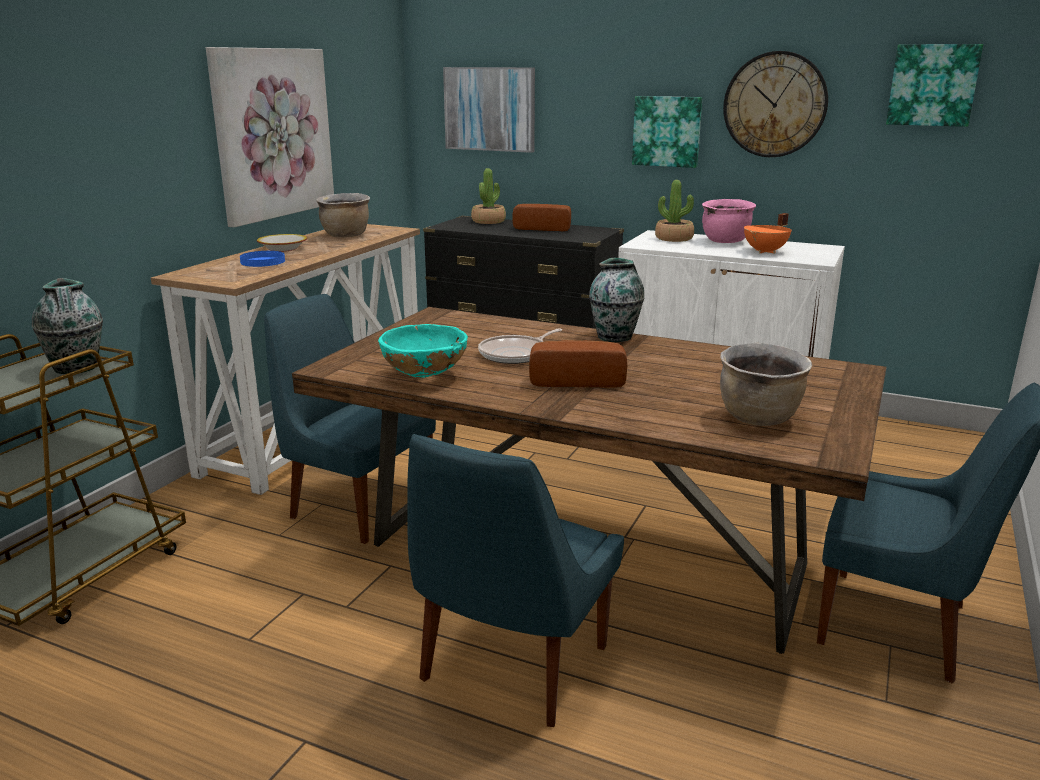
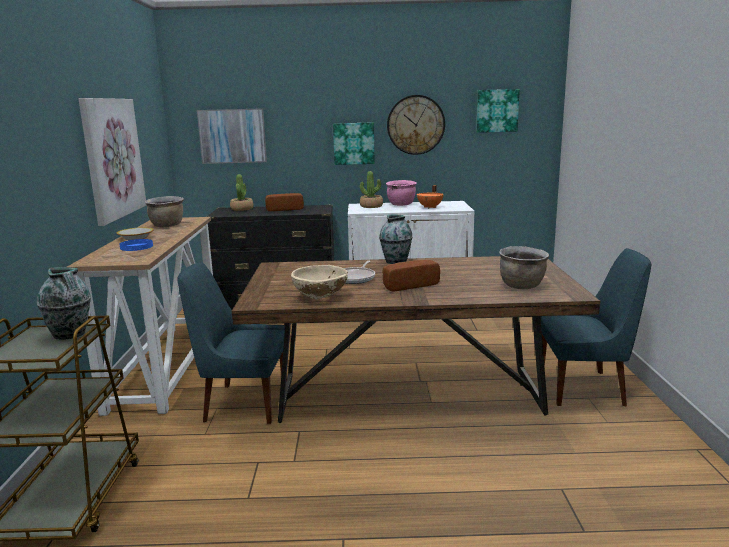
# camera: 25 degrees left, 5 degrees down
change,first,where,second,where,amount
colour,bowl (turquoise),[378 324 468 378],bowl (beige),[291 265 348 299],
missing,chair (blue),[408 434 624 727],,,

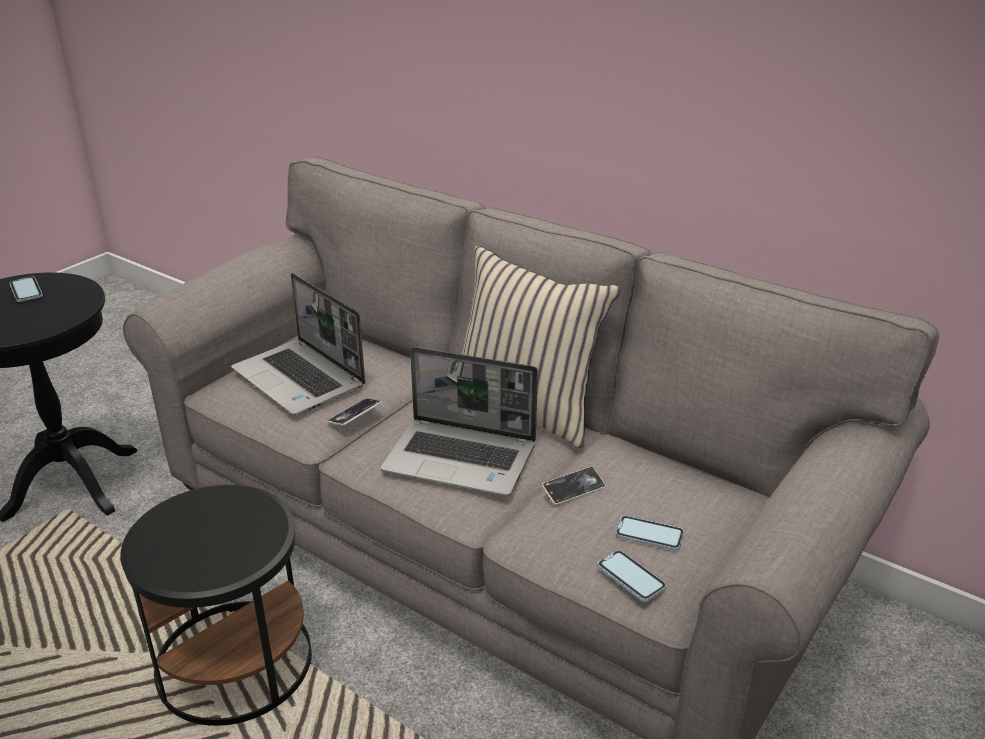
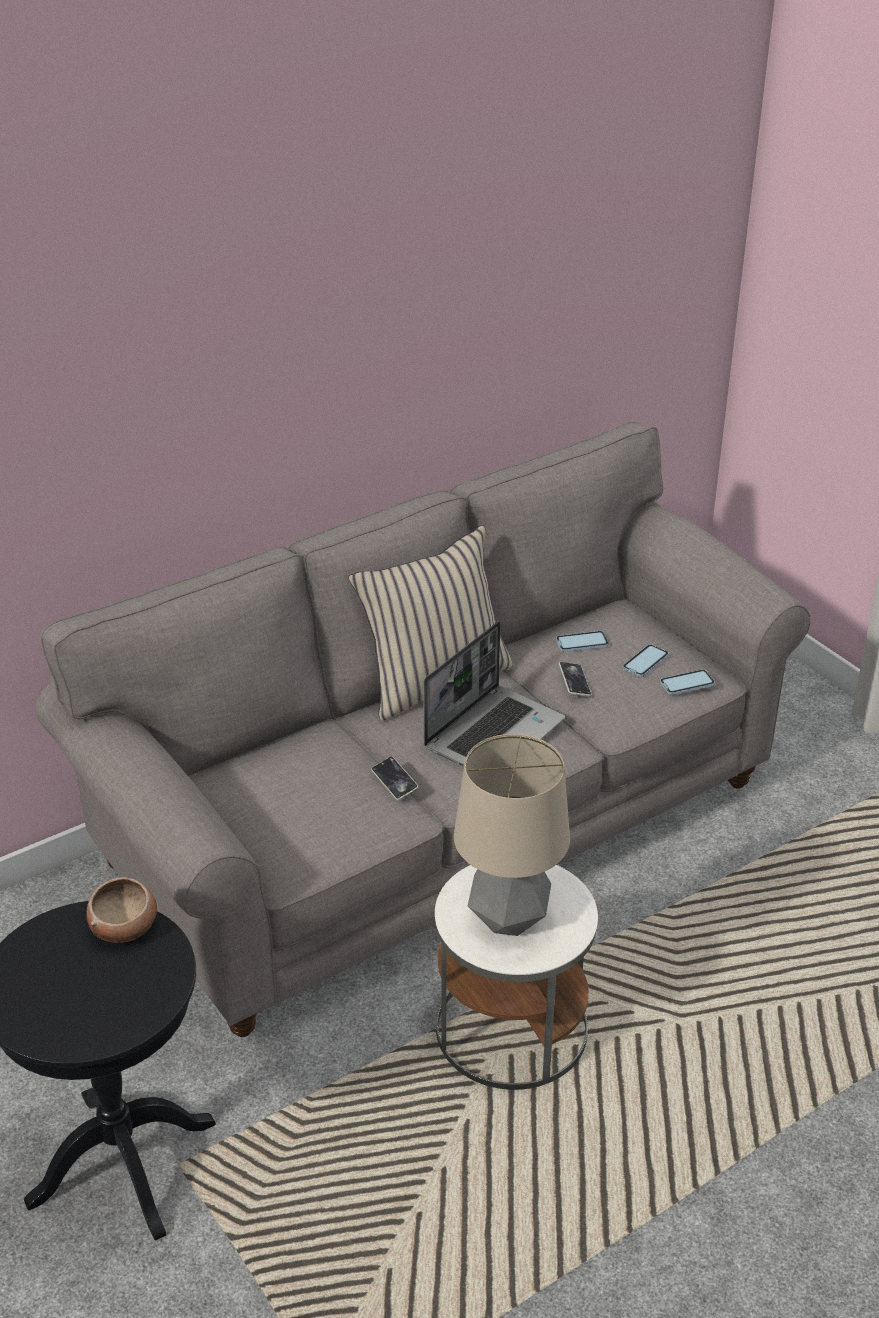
# camera: 70 degrees left, 5 degrees up
change,first,where,second,where,amount
missing,laptop,[231 273 365 415],,,
relocated,phone,[9 277 43 302],,[556 631 609 652],
colour,side table (black),[120 485 312 726],side table (white),[435 865 598 1090],
appeared,,,table lamp,[454 734 570 936],
appeared,,,bowl,[86 877 157 943],

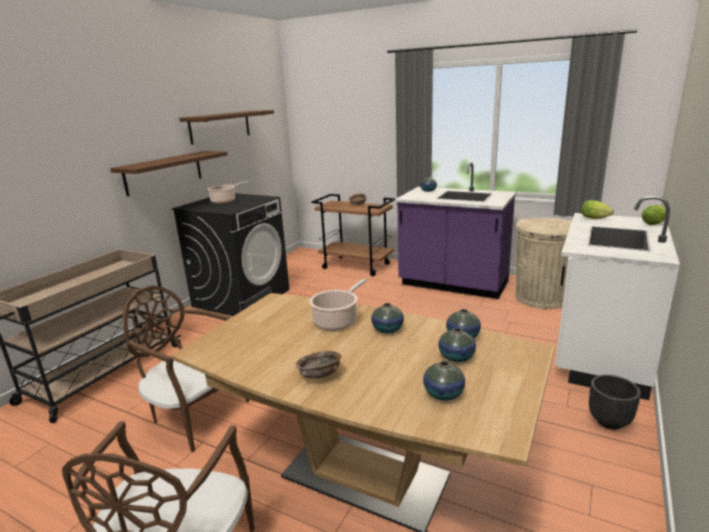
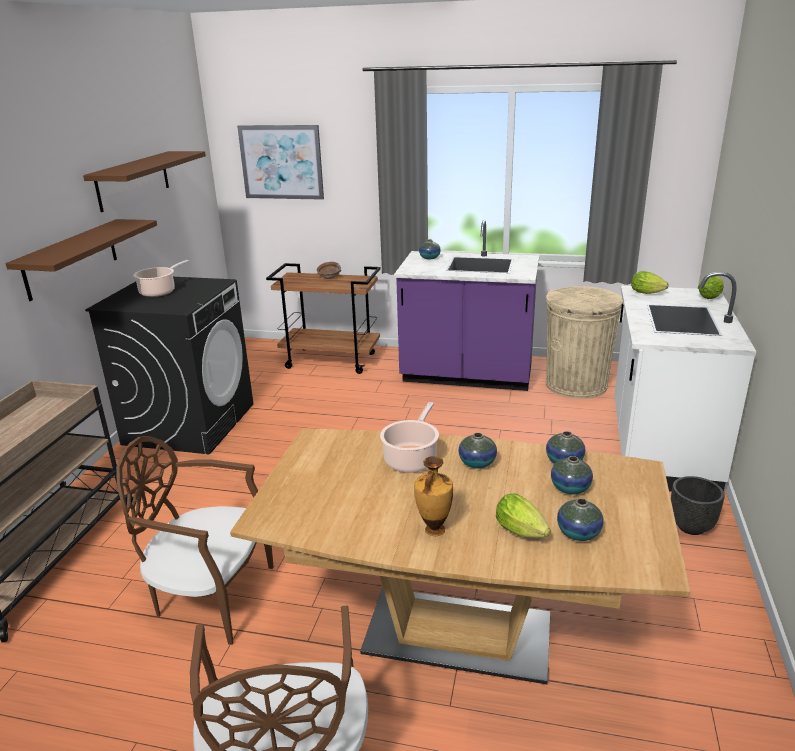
# camera: 15 degrees left, 5 degrees up
change,first,where,second,where,amount
exchanged,bowl (brown),[295 351 342 378],vase,[414 456 453 536],
appeared,,,picture,[237 125 324 200],
appeared,,,lettuce,[496 493 550 538],

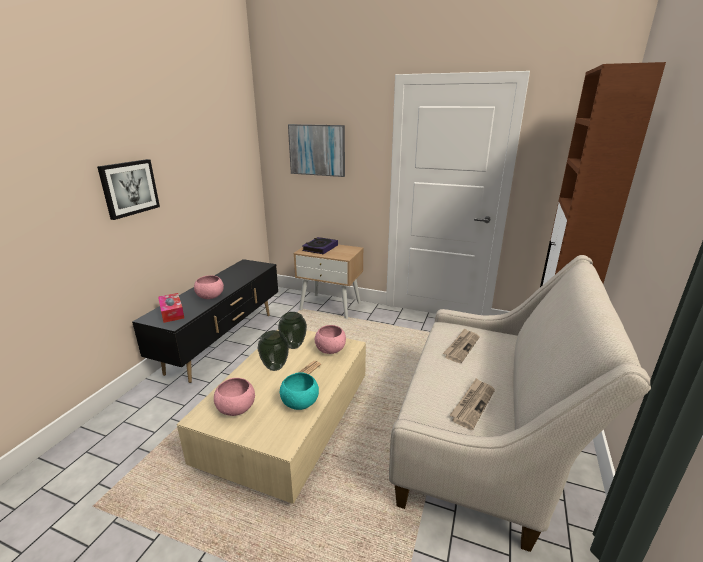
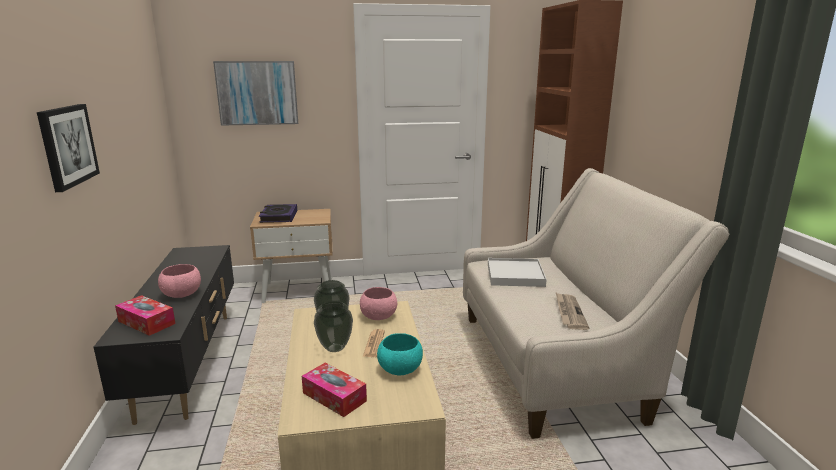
# camera: 30 degrees left, 5 degrees down
change,first,where,second,where,amount
exchanged,newspaper,[443 328 479 363],tray (white),[488 258 547 287],
exchanged,bowl (pink),[214 378 255 416],tissue box,[302 363 367 417],

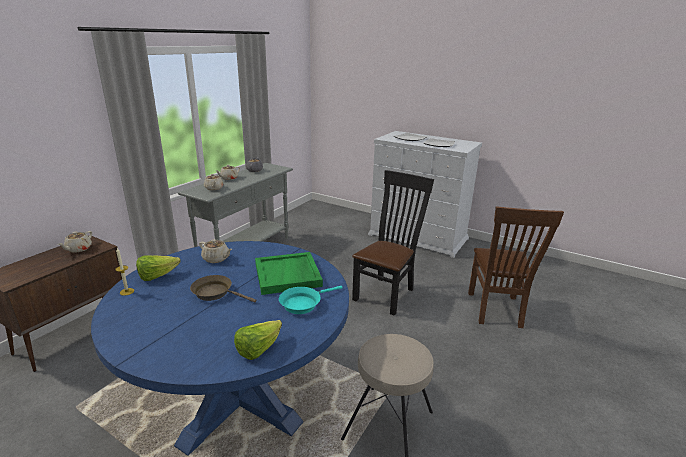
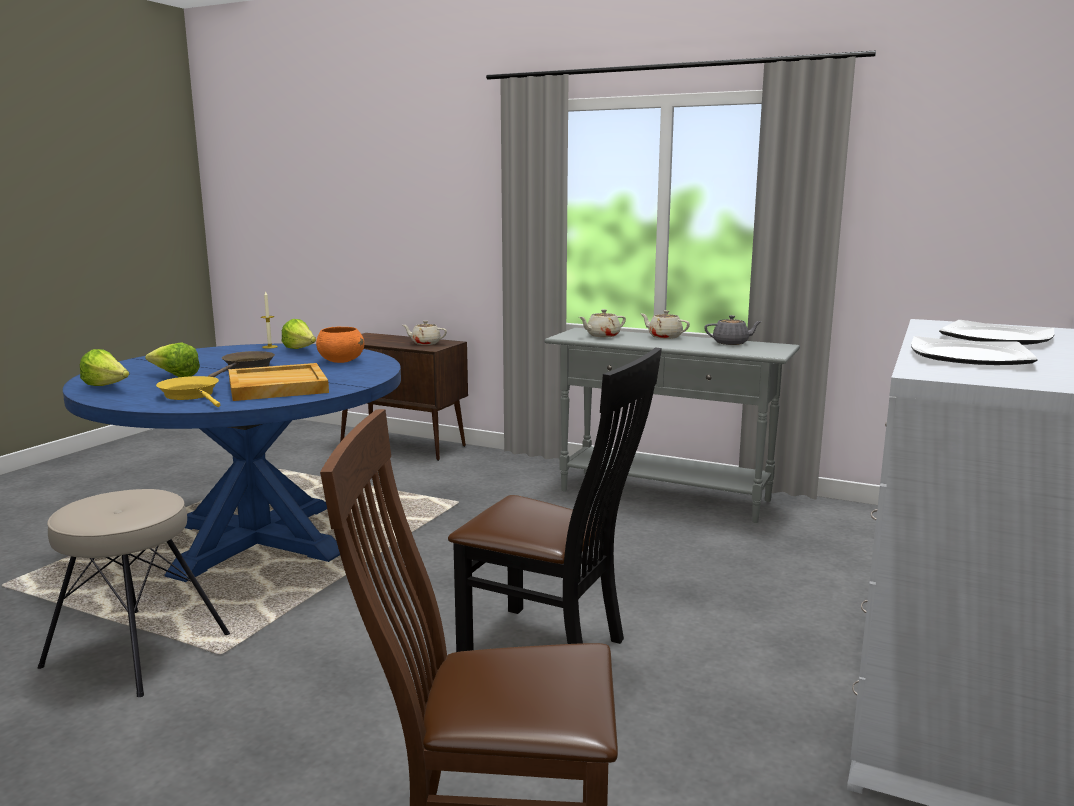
# camera: 85 degrees right, 10 degrees down
change,first,where,second,where,amount
exchanged,teapot (beige),[199 239 232 263],bowl (orange),[316 327 364 363],
colour,tray (green),[255 252 323 295],tray (beige),[228 363 329 401],
colour,frying pan (turquoise),[279 286 343 314],frying pan (yellow),[156 376 220 407],
appeared,,,lettuce,[145 342 200 377],

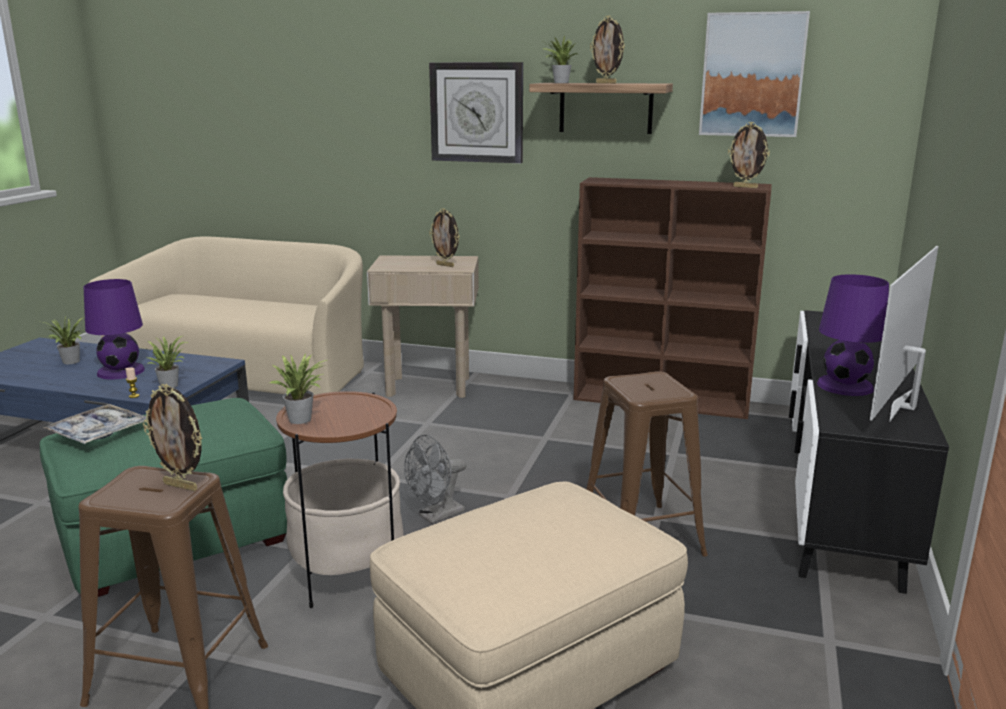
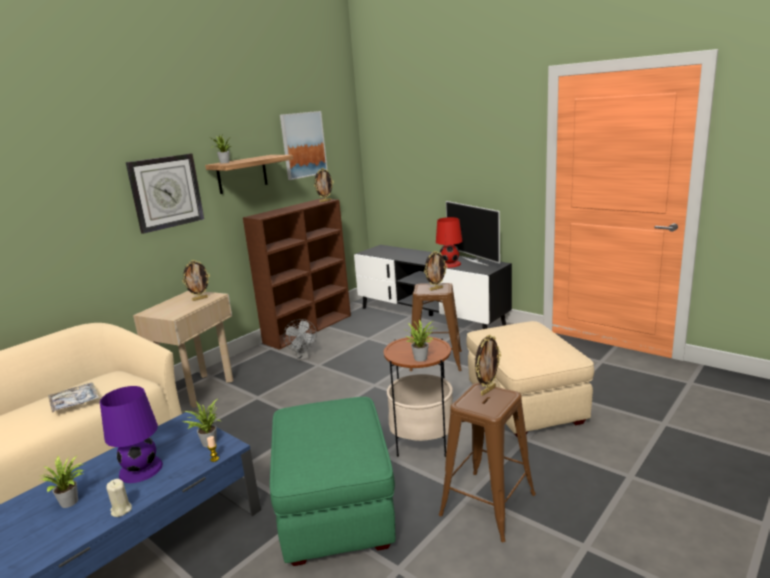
# camera: 65 degrees left, 0 degrees up
change,first,where,second,where,amount
relocated,picture frame,[590 15 625 84],,[424 251 447 291],
colour,table lamp (purple),[817 274 889 396],table lamp (red),[436 217 462 268],
relocated,tray,[43 404 146 444],,[48 383 99 413],
relocated,fan (grey),[404 435 466 524],,[283 319 317 361],
appeared,,,candle (beige),[106 479 132 517],

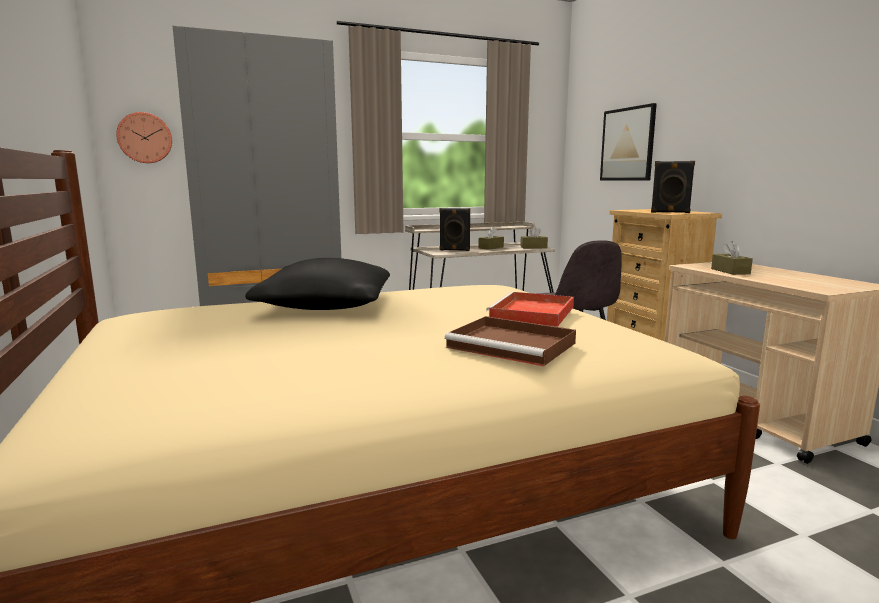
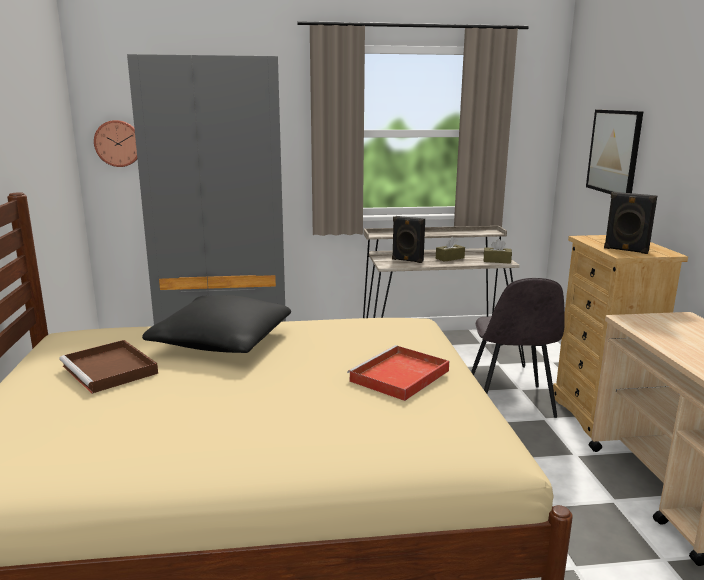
# camera: 15 degrees right, 5 degrees up
change,first,where,second,where,amount
missing,tissue box (brown),[711 241 753 275],,,
relocated,tray (brown),[445 316 576 367],,[60 340 158 394],

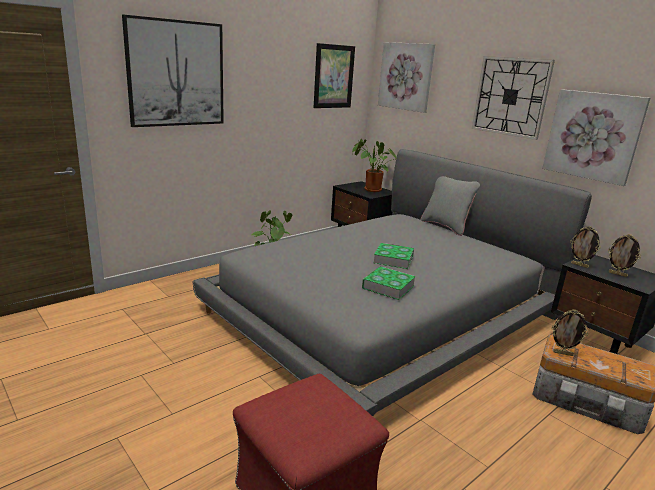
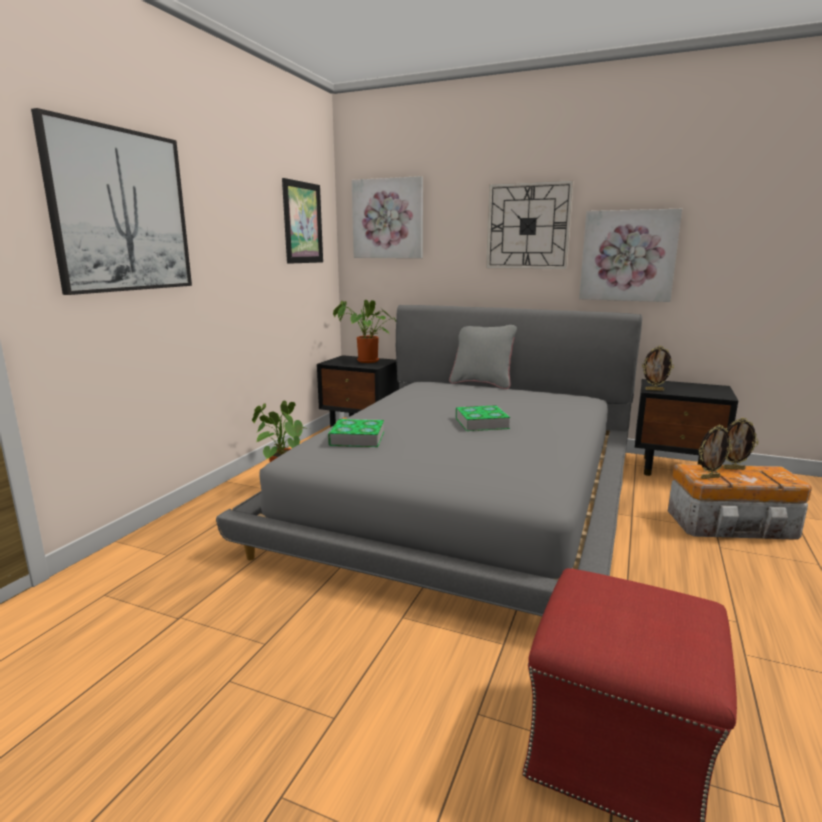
# camera: 25 degrees left, 5 degrees down
change,first,where,second,where,amount
relocated,picture frame,[608 234 641 277],,[723 418 758 470],
relocated,book,[362 266 416 300],,[328 419 384 447],

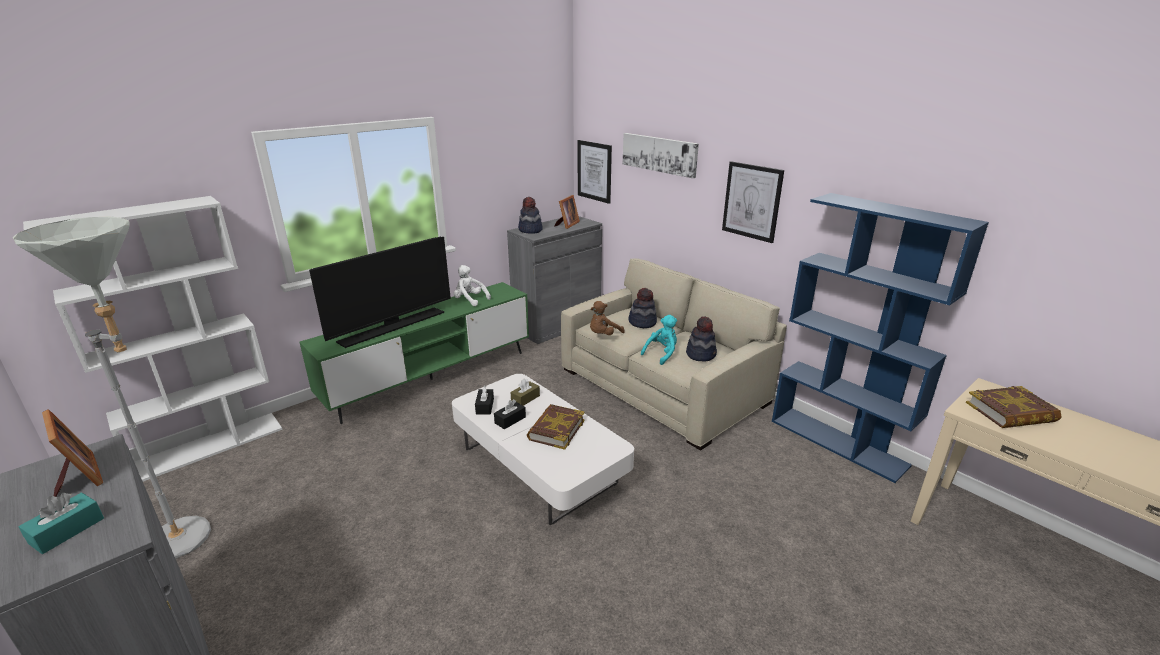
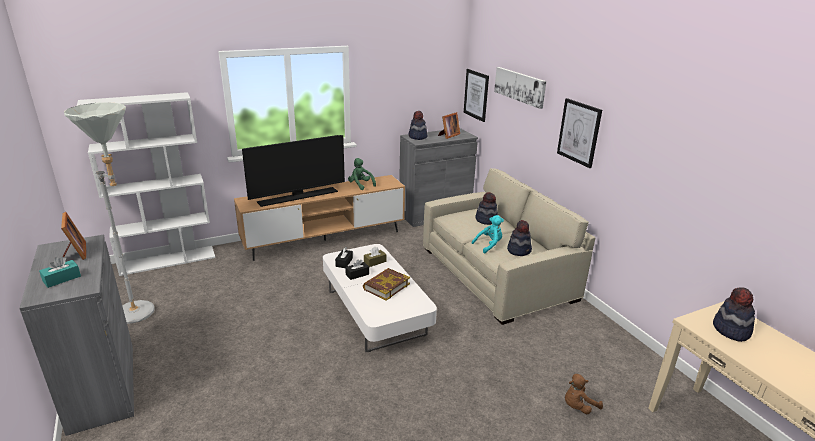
# camera: 15 degrees right, 0 degrees up
change,first,where,second,where,amount
missing,bookcase (blue),[772 193 989 483],,,
colour,plush toy (white),[453 265 491 306],plush toy (green),[348 158 376 190],
colour,tv stand (green),[300 282 529 424],tv stand (brown),[234 175 405 261],
relocated,plush toy (brown),[590 301 624 335],,[565 374 603 414],
exchanged,book,[966 386 1061 428],hat,[713 287 755 342],

